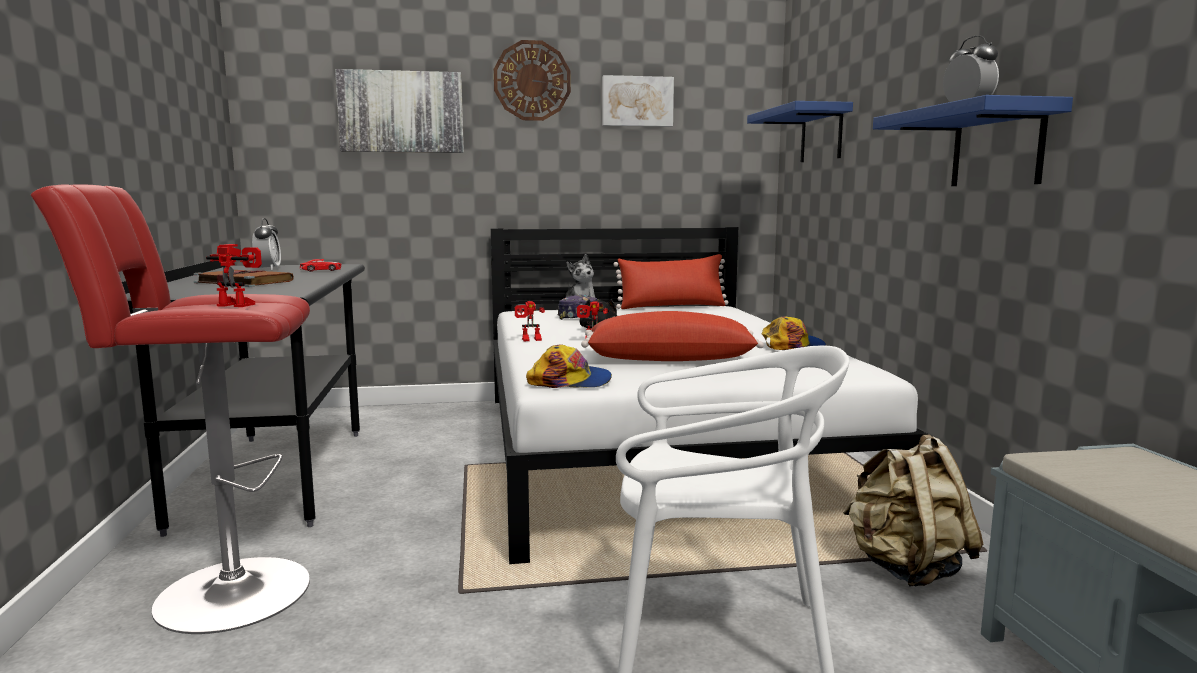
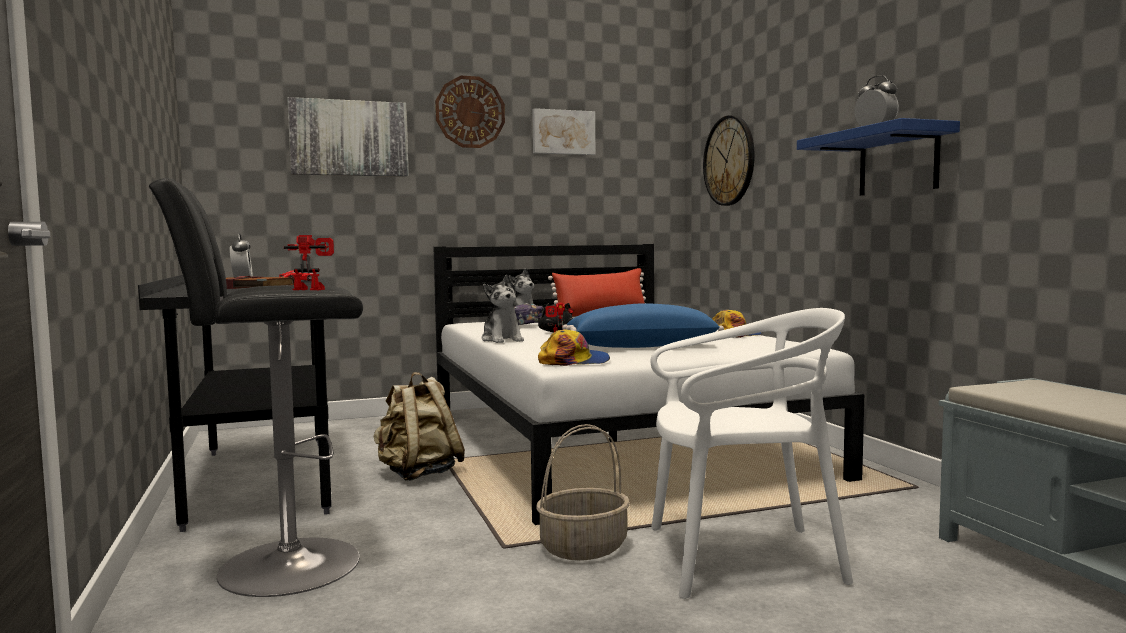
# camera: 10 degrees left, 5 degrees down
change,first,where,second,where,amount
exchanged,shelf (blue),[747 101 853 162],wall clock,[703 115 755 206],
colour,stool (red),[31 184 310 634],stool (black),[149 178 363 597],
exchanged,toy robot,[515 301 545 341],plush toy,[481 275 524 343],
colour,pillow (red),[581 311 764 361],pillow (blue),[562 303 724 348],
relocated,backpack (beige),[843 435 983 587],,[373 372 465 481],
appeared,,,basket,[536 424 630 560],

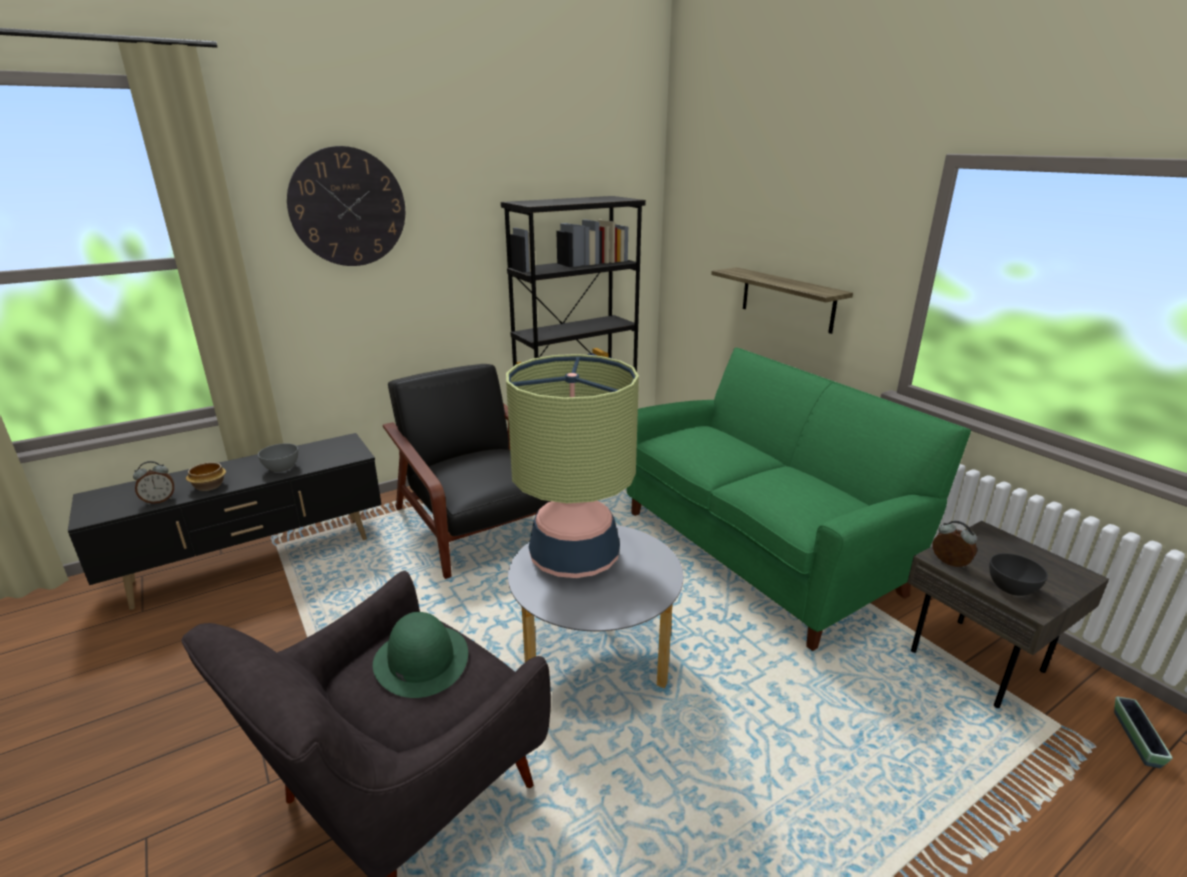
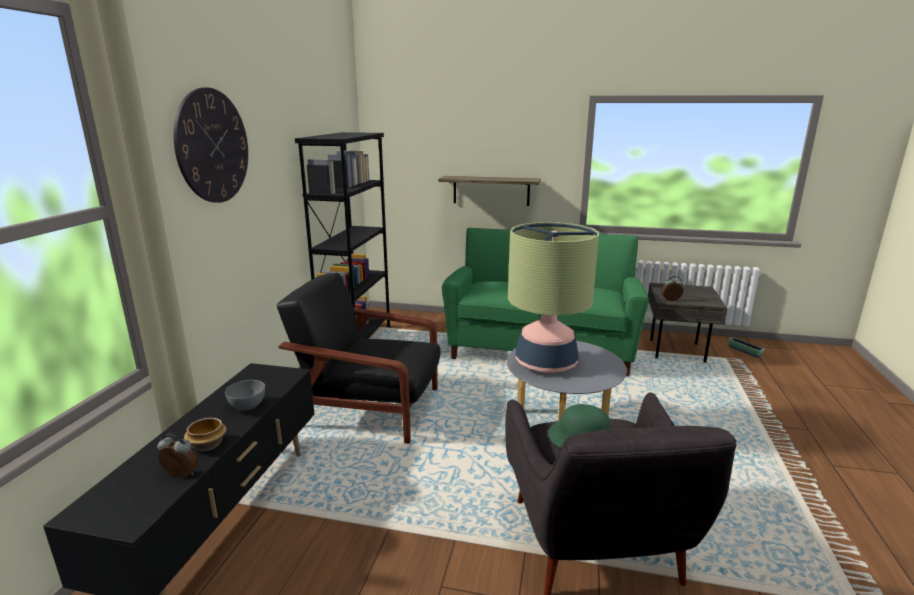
# camera: 45 degrees left, 5 degrees down
change,first,where,second,where,amount
spun,alarm clock,[133 461 174 505],,[157 434 199 477],90 degrees counterclockwise
missing,bowl (grey),[989 553 1048 596],,,

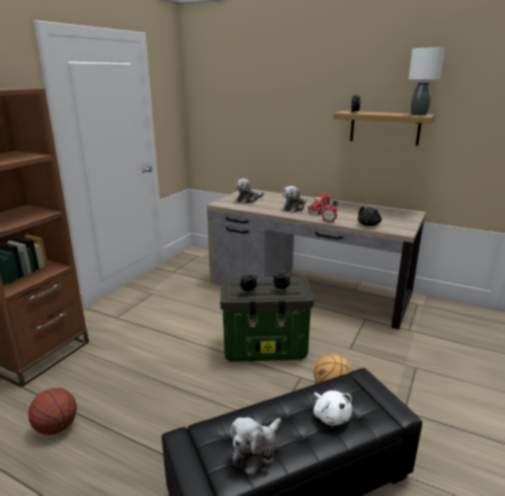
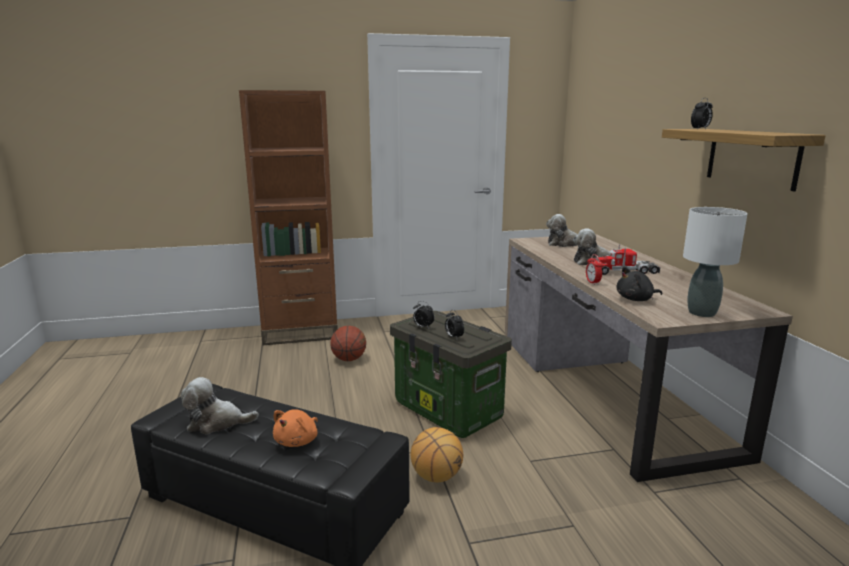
# camera: 50 degrees right, 5 degrees down
change,first,where,second,where,amount
relocated,table lamp (white),[408 48 445 115],,[683 207 748 317],
relocated,basketball,[28 388 77 435],,[330 326 366 361],
colour,plush toy (white),[314 390 352 425],plush toy (orange),[273 409 318 447],

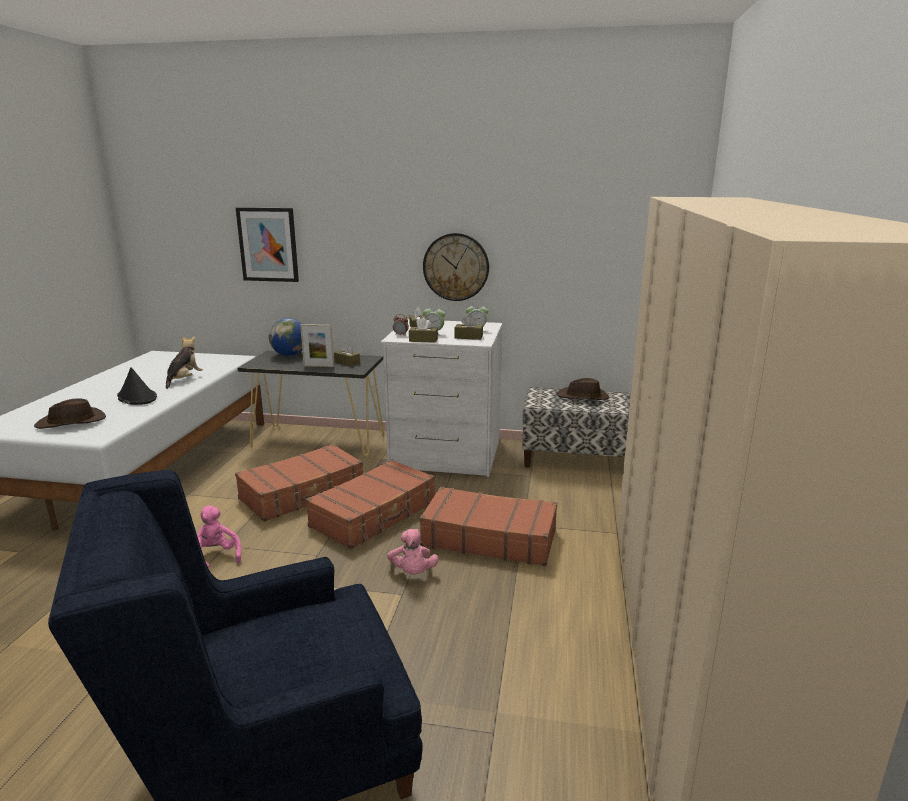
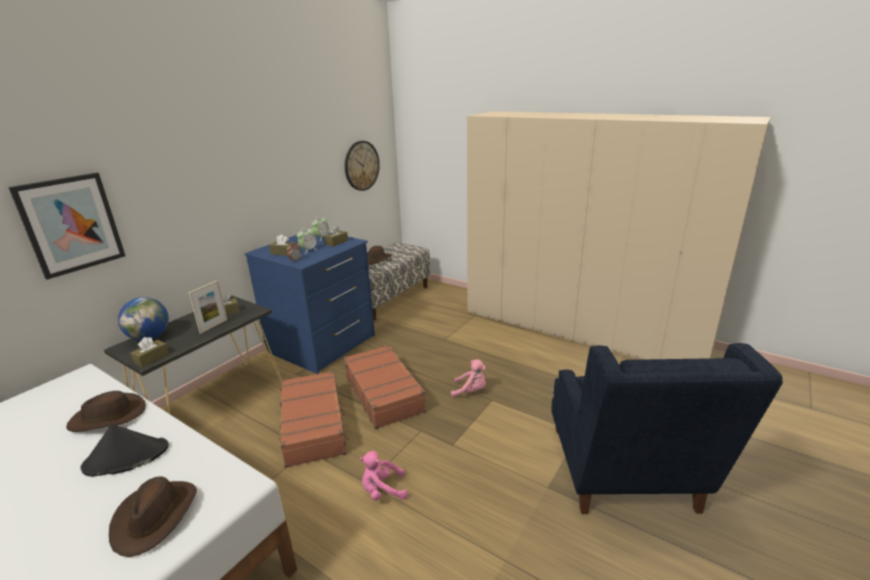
# camera: 65 degrees left, 5 degrees up
change,first,where,second,where,amount
relocated,wall clock,[423 233 489 301],,[345 141 380 191],
relocated,tissue box (brown),[409 317 438 343],,[130 337 169 367],
colour,dresser (white),[381 319 502 477],dresser (blue),[245 231 375 374],
exchanged,plush toy,[166 336 203 389],hat (brown),[66 391 146 432],
missing,suitcase (brown),[420 487 557 566],,,

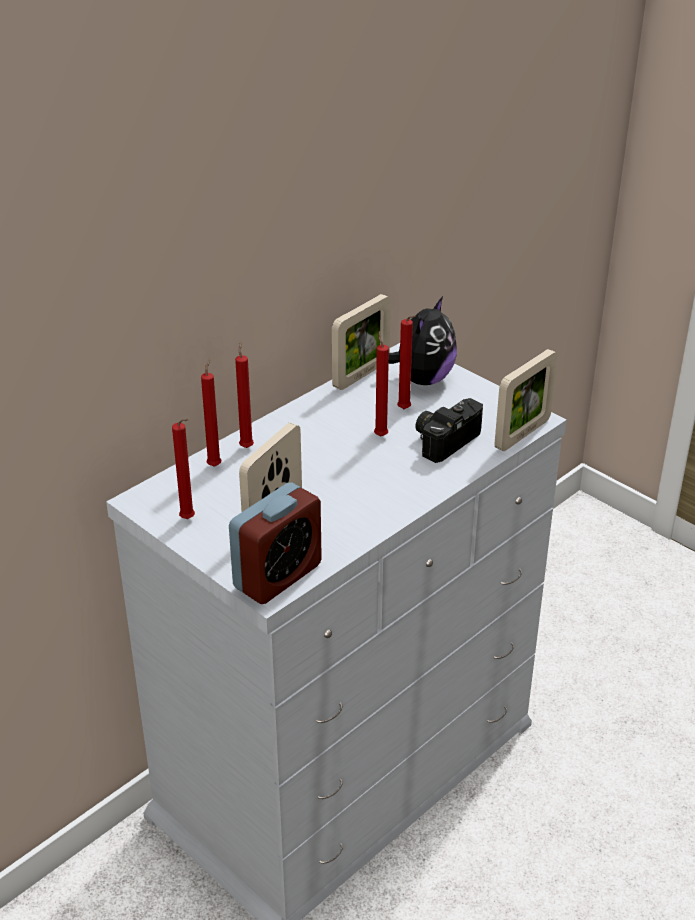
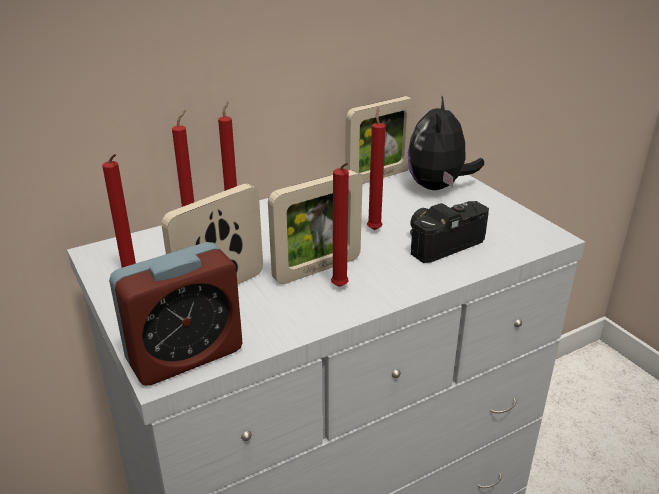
# camera: 15 degrees right, 5 degrees down
change,first,where,second,where,amount
spun,plush toy,[389 296 457 385],,[408 95 484 190],150 degrees clockwise
relocated,candle (red),[397 316 416 409],,[331 162 349 287],
relocated,picture frame,[495 349 558 451],,[268 170 363 284],

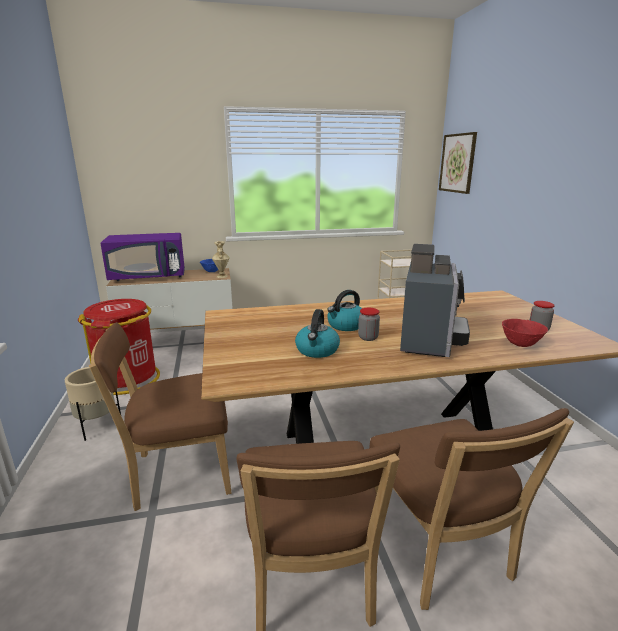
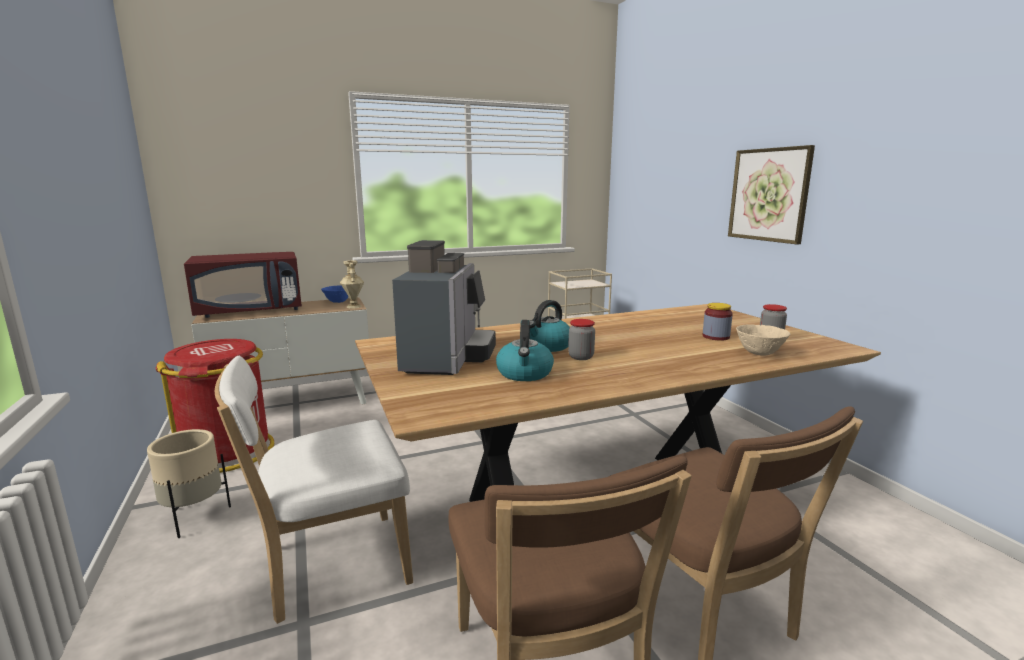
# camera: 10 degrees left, 5 degrees down
change,first,where,second,where,amount
relocated,picture,[439 132 477 194],,[728 145 815 244],
colour,microwave (purple),[100 233 185 281],microwave (red),[184 252 302 318],
relocated,coffee machine,[400 244 470 357],,[392 240 496 375],
colour,bowl (red),[502 319 548 347],bowl (beige),[736 324 790 356],
colour,chair (brown),[89 322 232 511],chair (white),[215 356 413 624],
appeared,,,jar,[703 303 733 341],

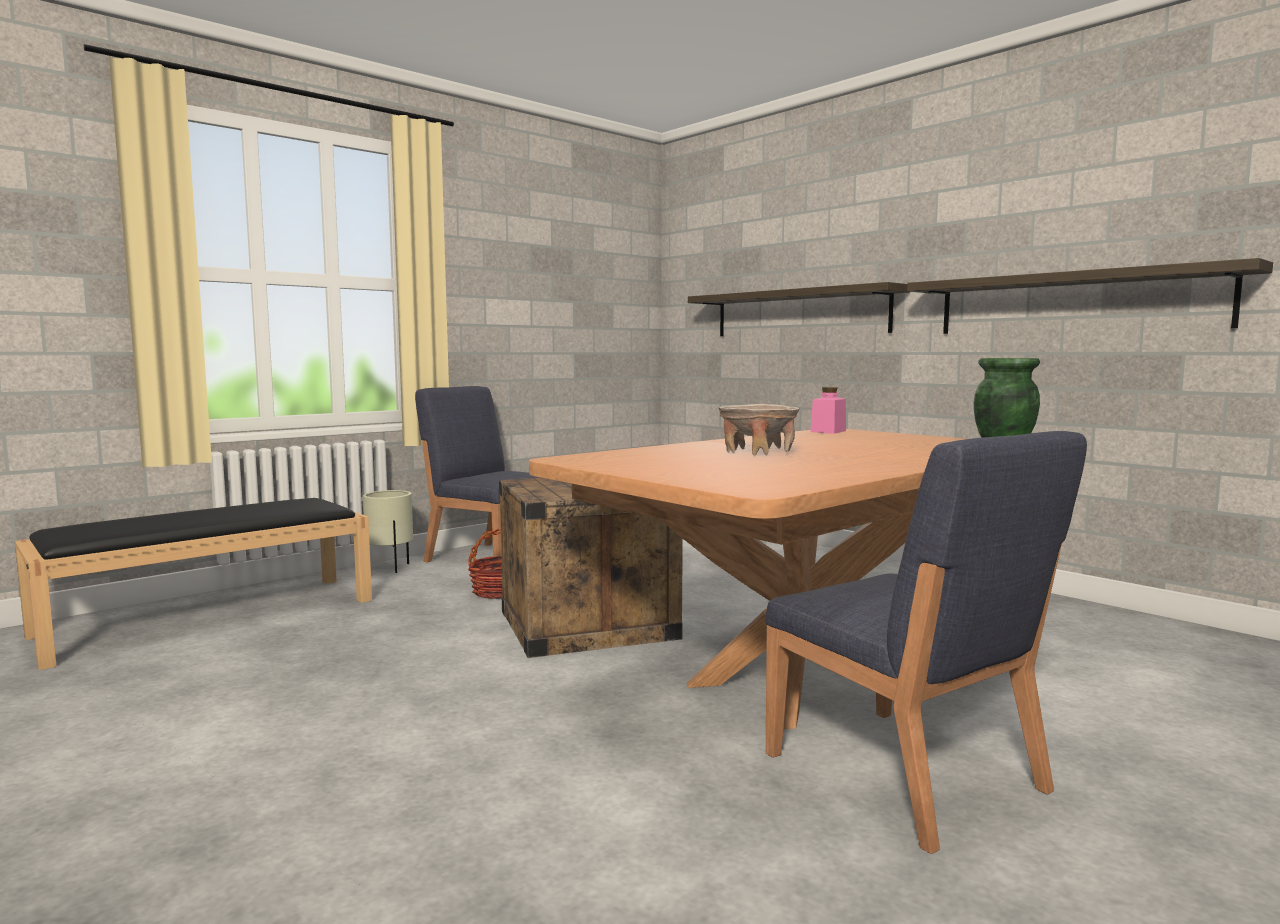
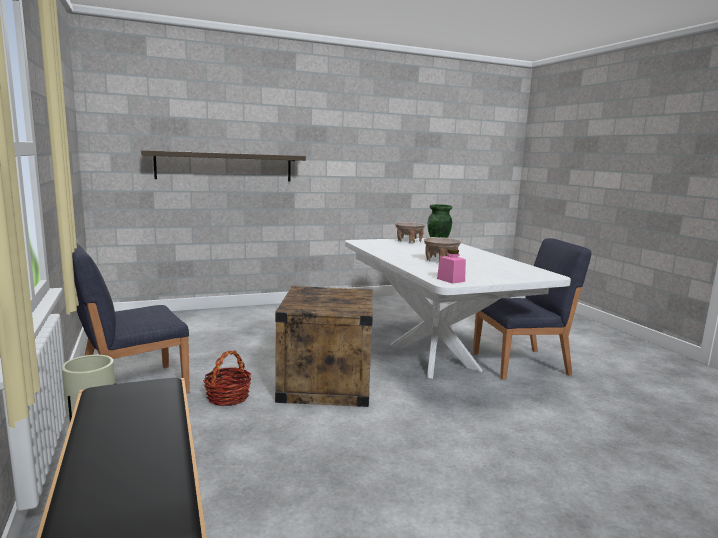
# camera: 70 degrees left, 5 degrees up
change,first,where,second,where,amount
missing,shelf,[907 258 1273 334],,,
relocated,jar (pink),[811 387 846 434],,[437 249 466 284],
colour,dining table (brown),[529 429 966 729],dining table (white),[345 238 571 379],
appeared,,,bowl (beige),[395 222 425 243],

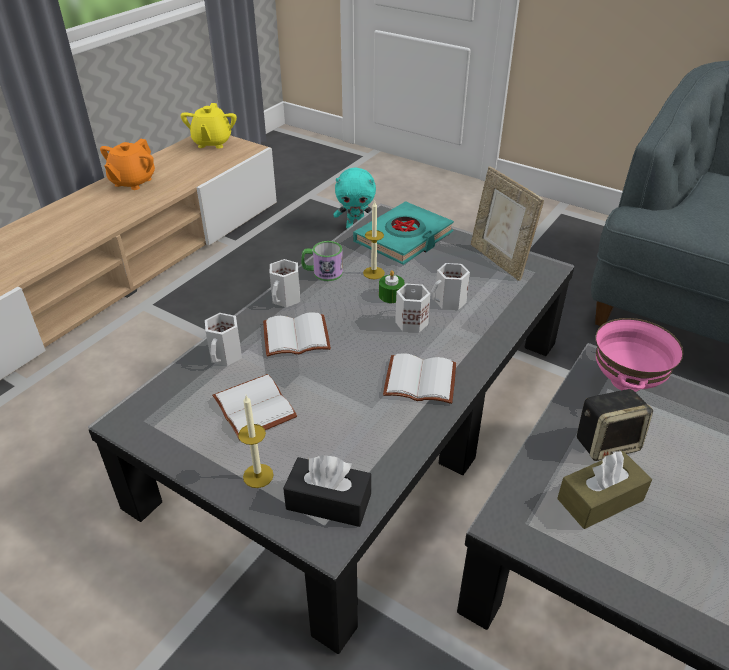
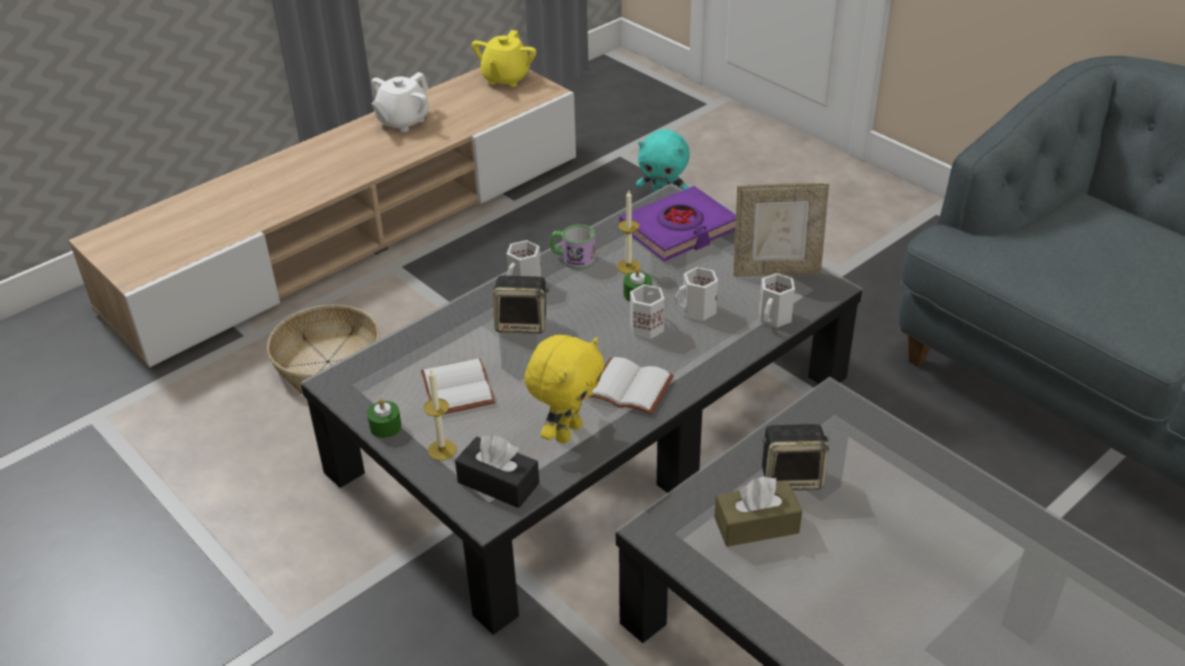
# camera: 15 degrees right, 0 degrees up
change,first,where,second,where,amount
colour,teapot (orange),[100 139 155 190],teapot (white),[371 72 429 132],
spun,picture frame,[471 166 544 281],,[733 182 829 277],75 degrees counterclockwise
colour,book (turquoise),[353 201 454 265],book (purple),[620 186 736 261],
exchanged,book (white),[263 312 331 356],speaker,[493 276 550 334],
relocated,mug (white),[205 313 242 366],,[759 273 795 328],
missing,bowl (pink),[596 318 684 392],,,
appeared,,,basket,[267 305 380 394],
appeared,,,plush toy (yellow),[524 335 604 444],
appeared,,,candle (green),[367 399 402 438],

